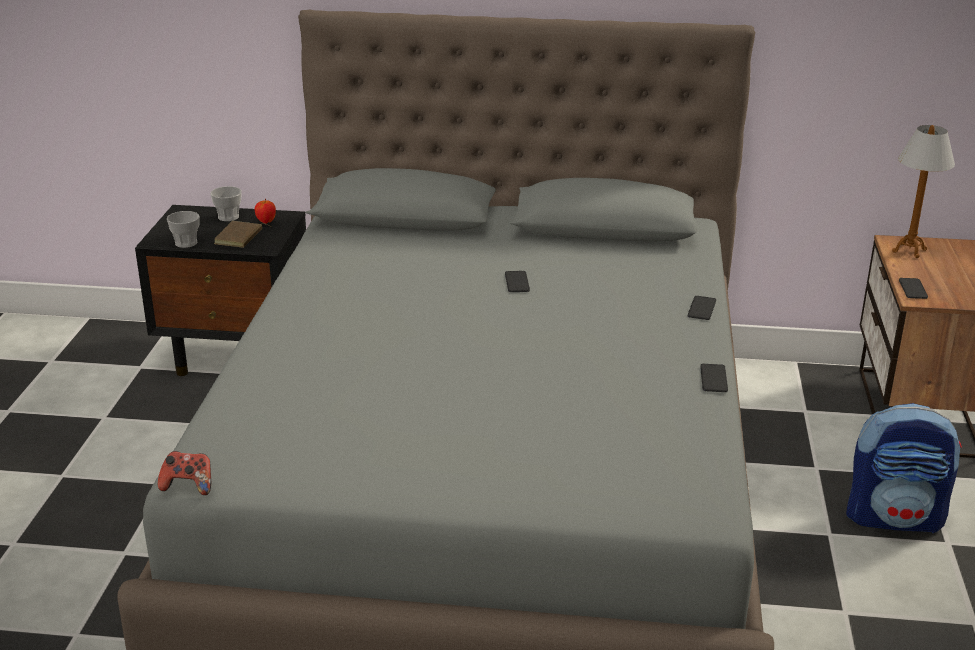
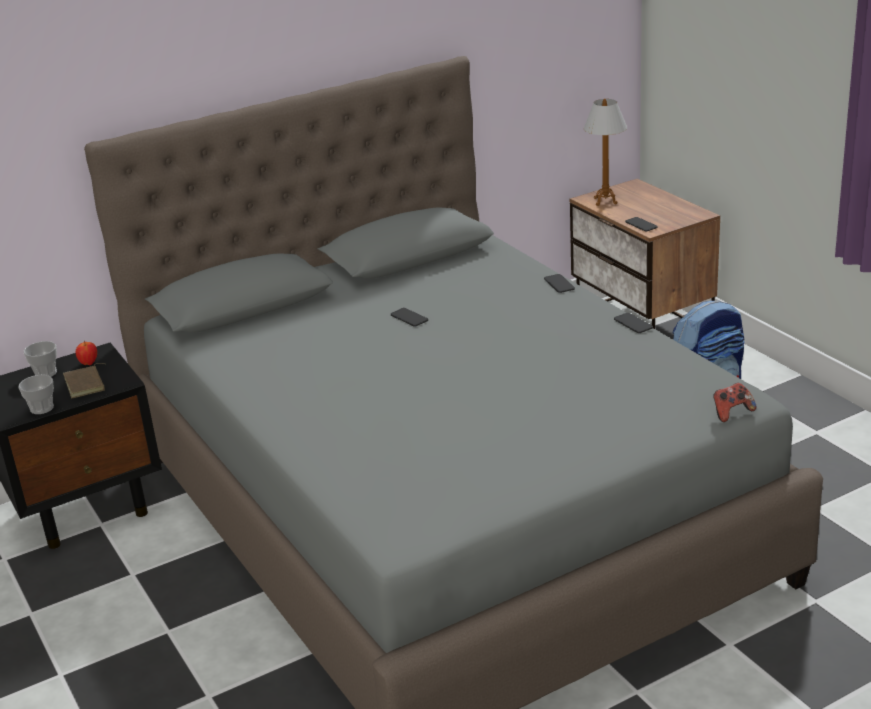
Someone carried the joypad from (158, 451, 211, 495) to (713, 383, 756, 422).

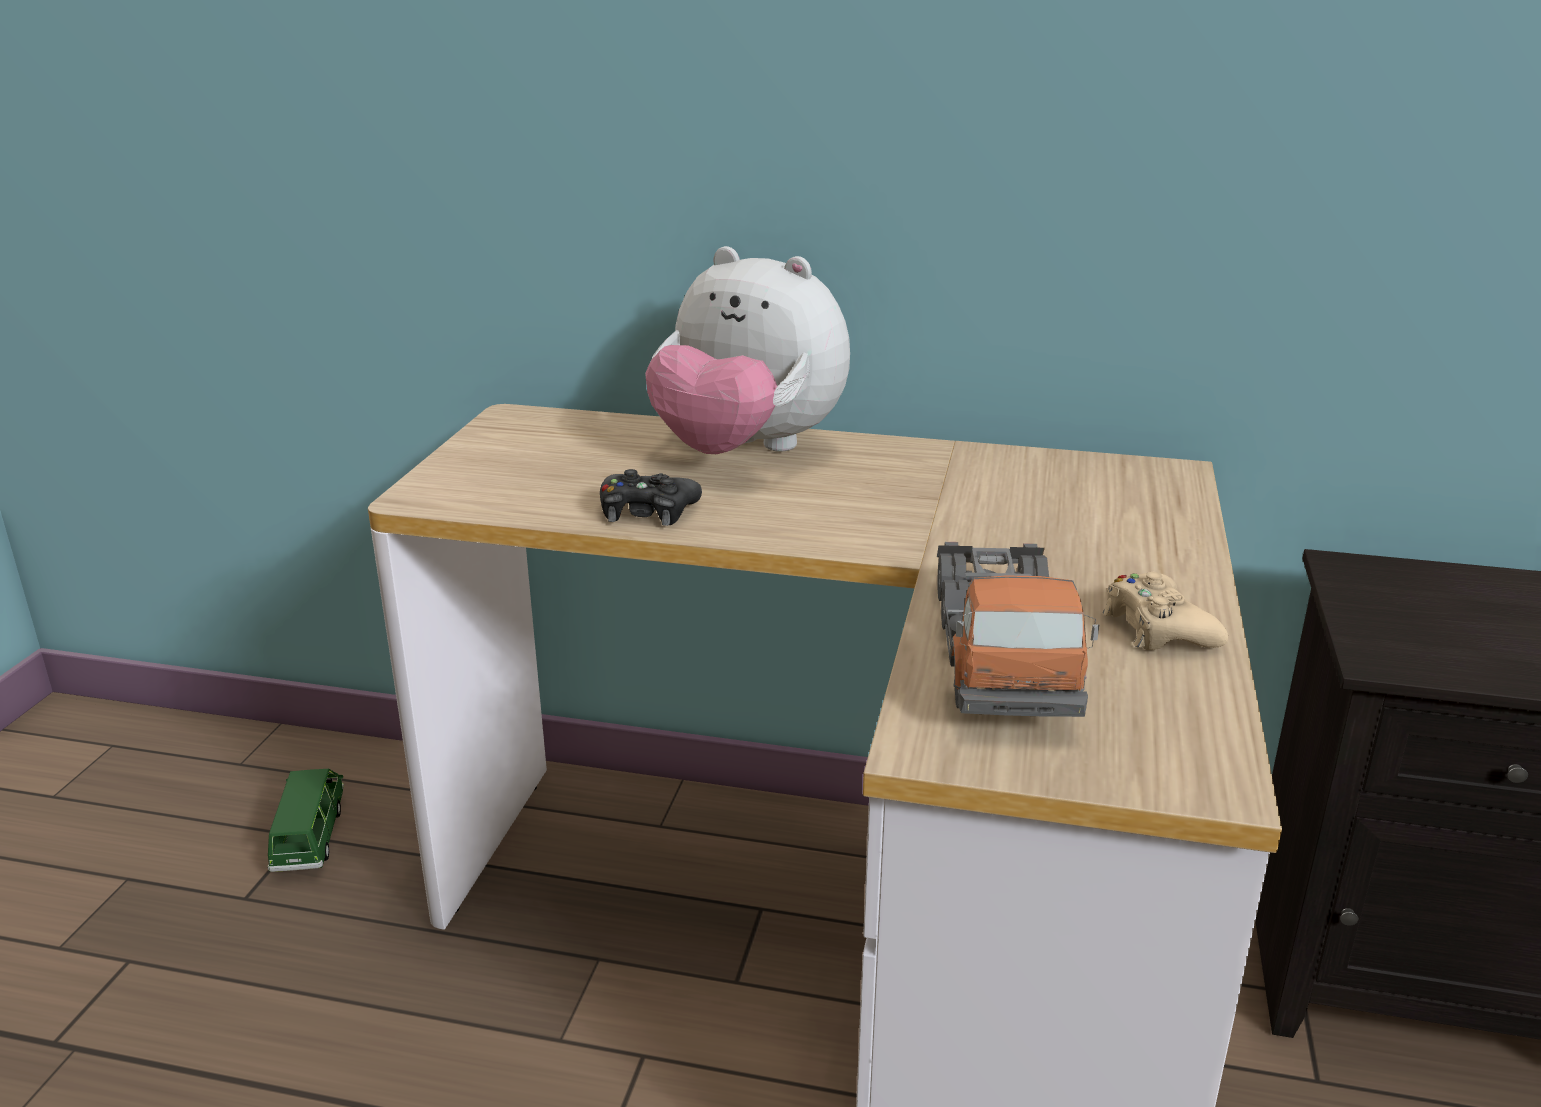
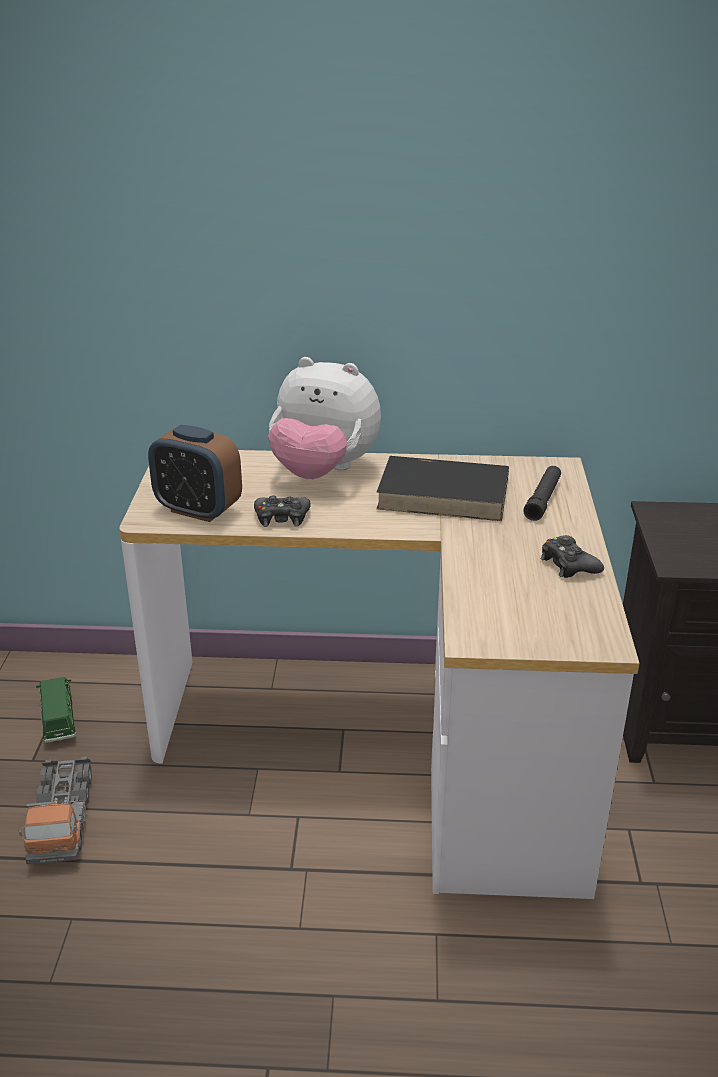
Someone put down the table_clock at (148, 425, 242, 522). Someone put down the black-coloured_volume at (376, 456, 509, 521). Someone put down the black-coloured_hand_torch at (523, 466, 561, 521). Someone carried the toy_truck from (937, 542, 1100, 717) to (19, 757, 92, 864). Someone repainted the beige-coloured_joypad at (1103, 572, 1228, 650), which became the black-coloured_joypad at (540, 535, 604, 578).

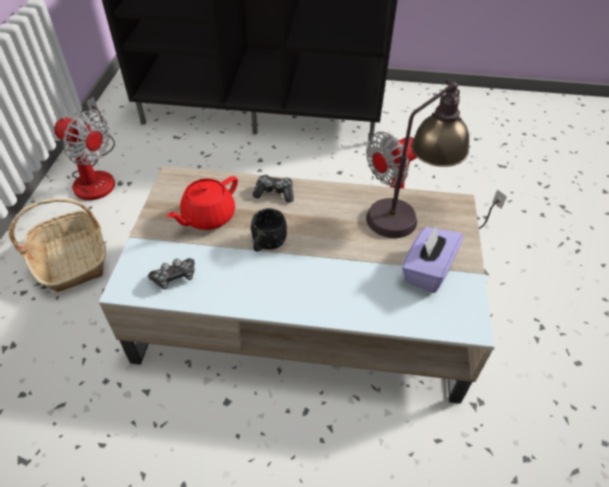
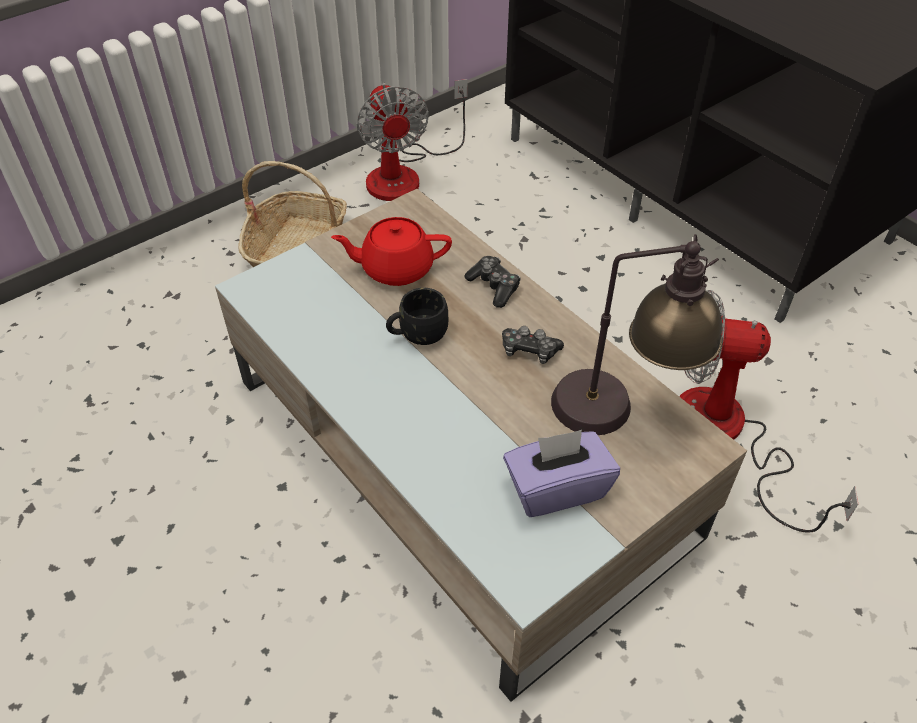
Someone carried the joypad from (148, 258, 195, 289) to (502, 326, 564, 364).

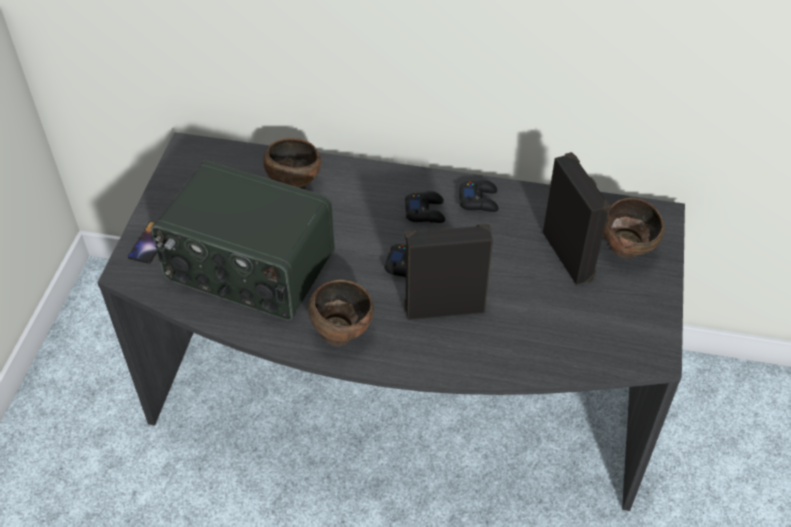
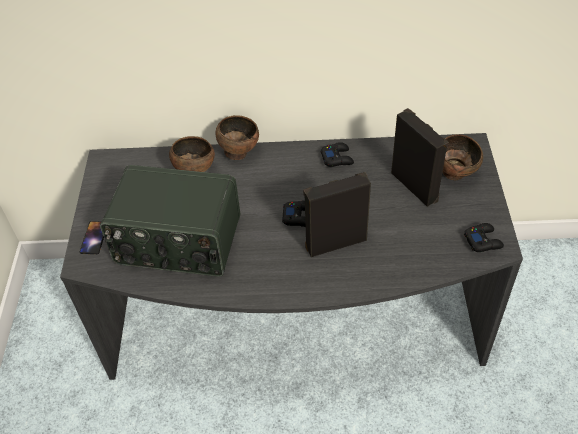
Someone carried the brown-coloured_bowl from (309, 280, 374, 346) to (216, 115, 259, 160). Someone carried the black-coloured_joypad from (405, 191, 445, 223) to (464, 223, 504, 252).

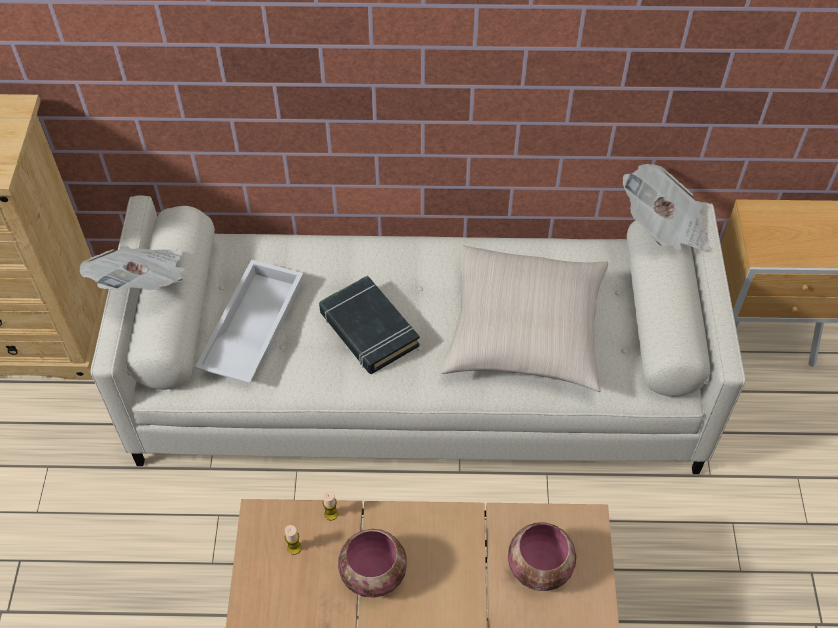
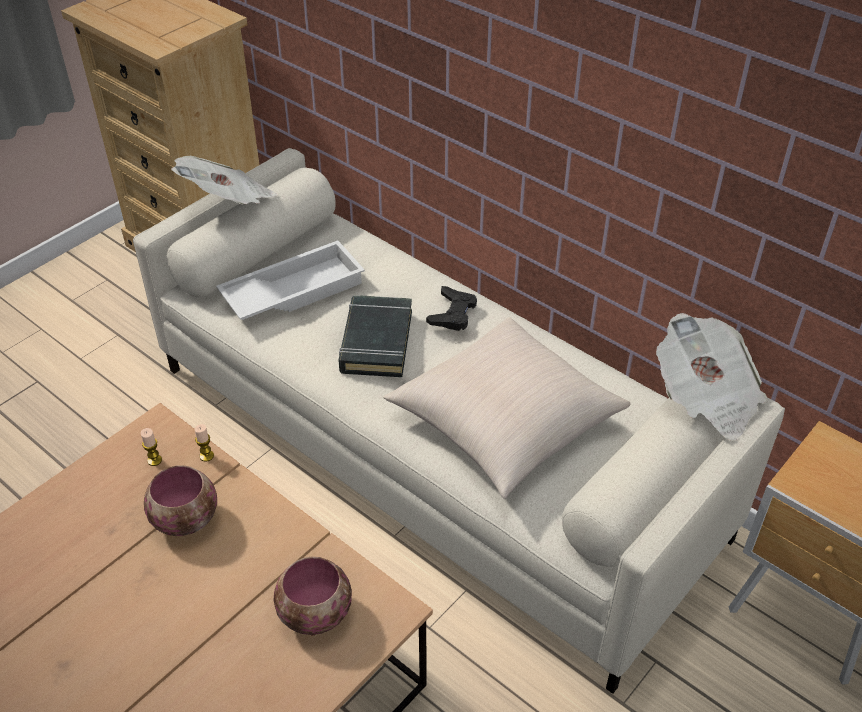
Someone put down the black-coloured_joypad at (426, 286, 477, 331).

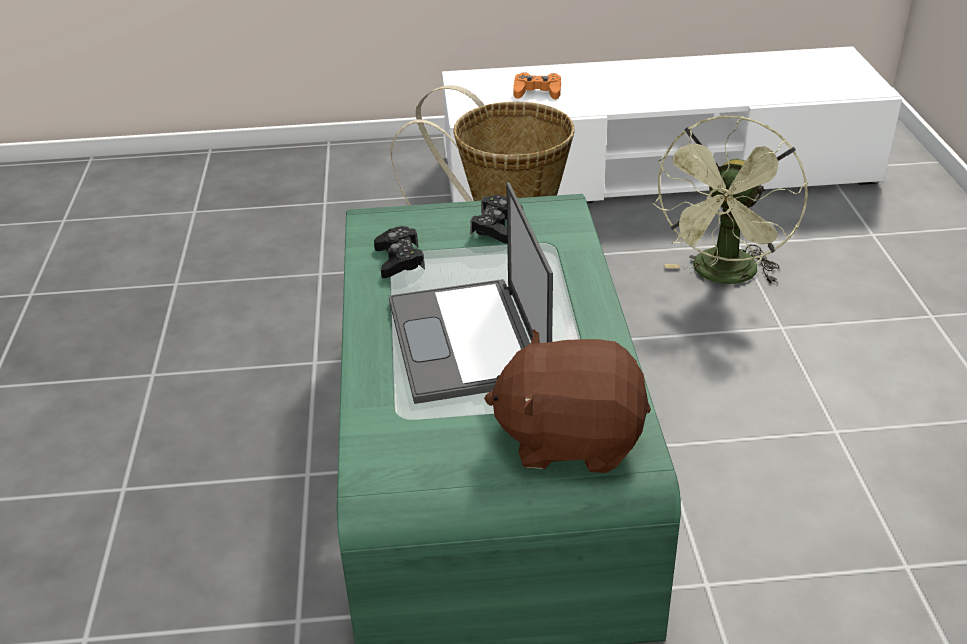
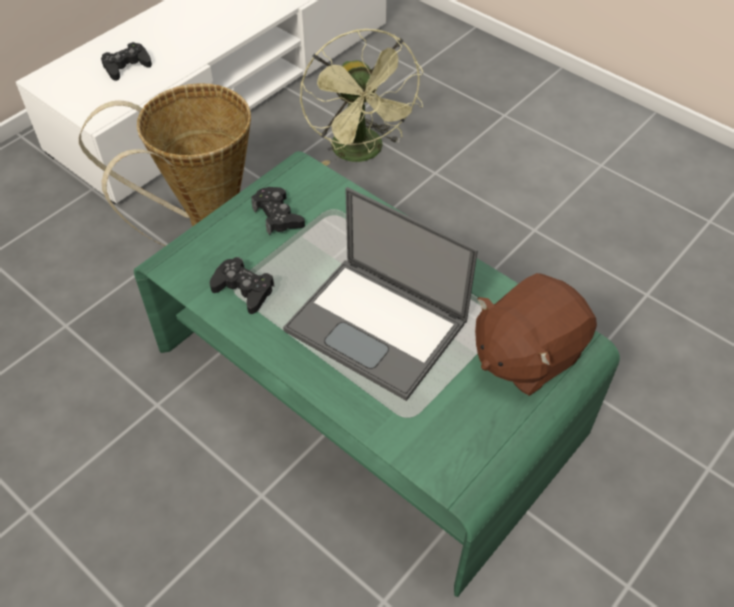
Someone repainted the orange_joypad at (513, 73, 561, 100), which became the black-coloured_joypad at (101, 42, 152, 81).

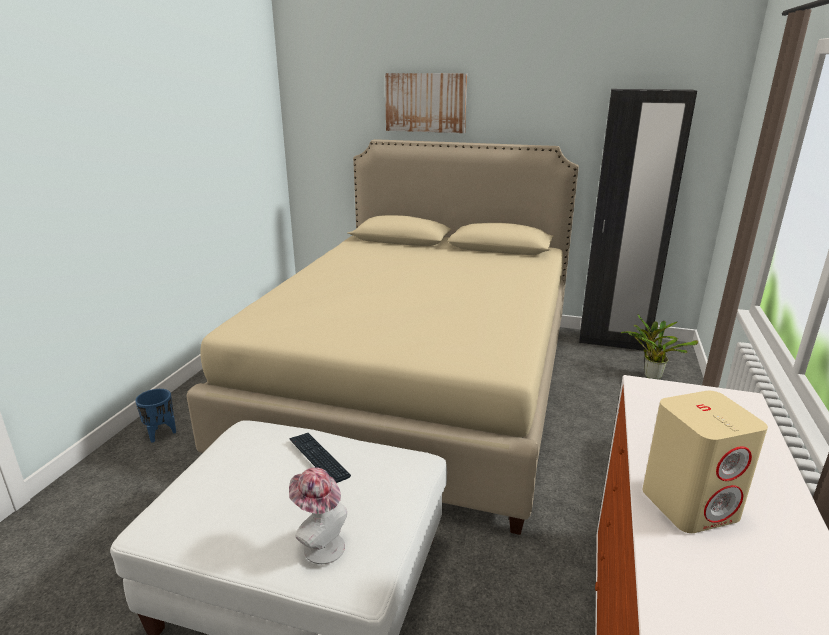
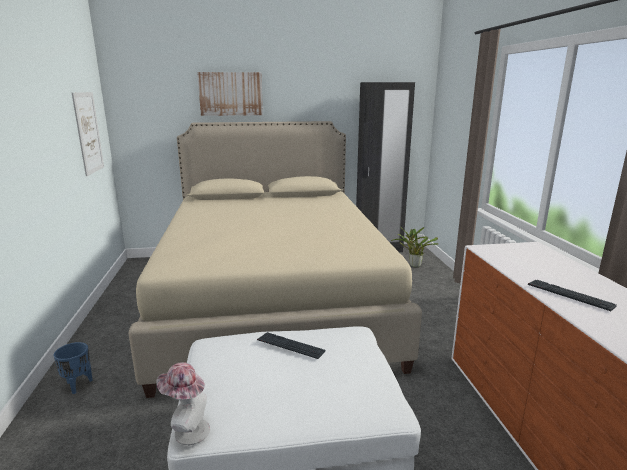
Someone put up the picture at (72, 92, 104, 176). Someone carried the wearable_hat from (289, 467, 347, 564) to (156, 362, 210, 445). Someone swapped the beige-coloured_audio_speaker at (642, 391, 768, 533) for the PC_keyboard at (528, 280, 617, 311).

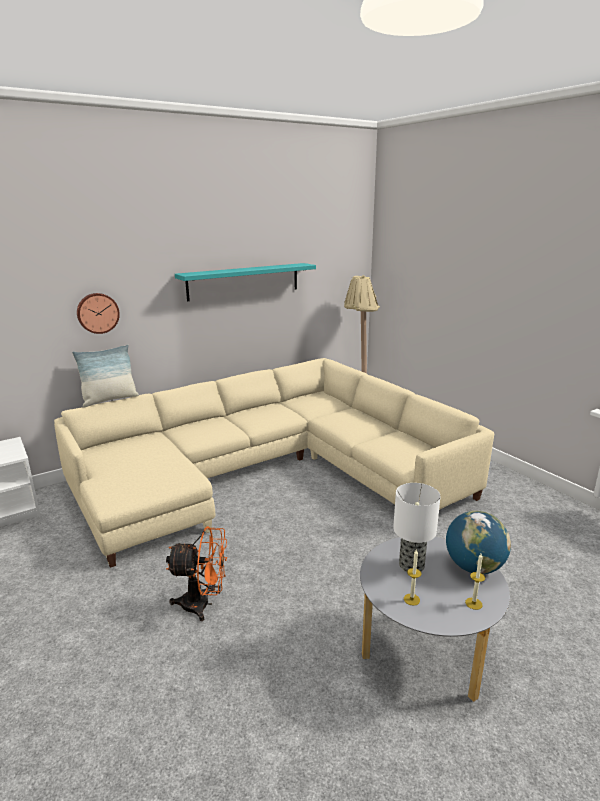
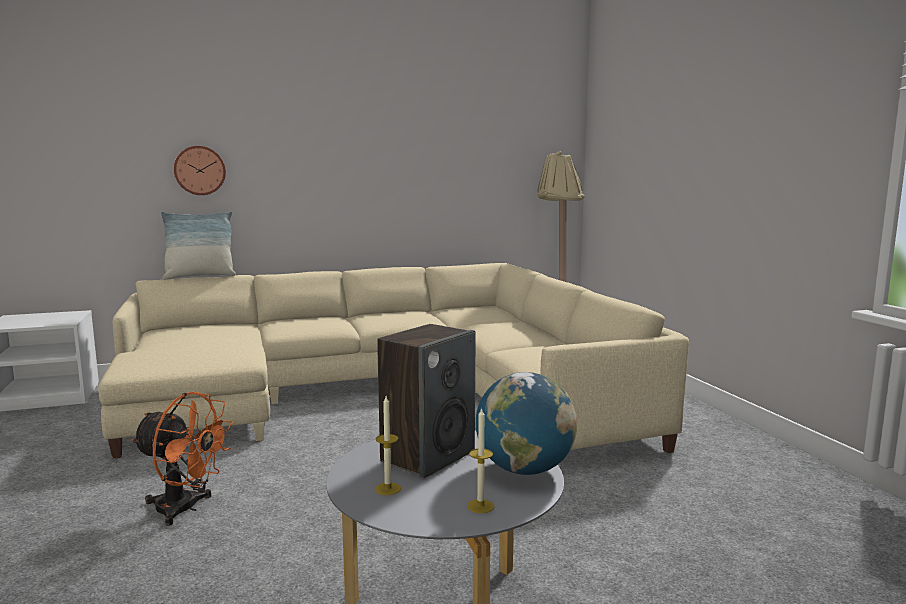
Someone took away the turquoise_shelf at (175, 263, 316, 302). Someone swapped the table_lamp at (393, 483, 441, 572) for the audio_speaker at (377, 324, 475, 478).

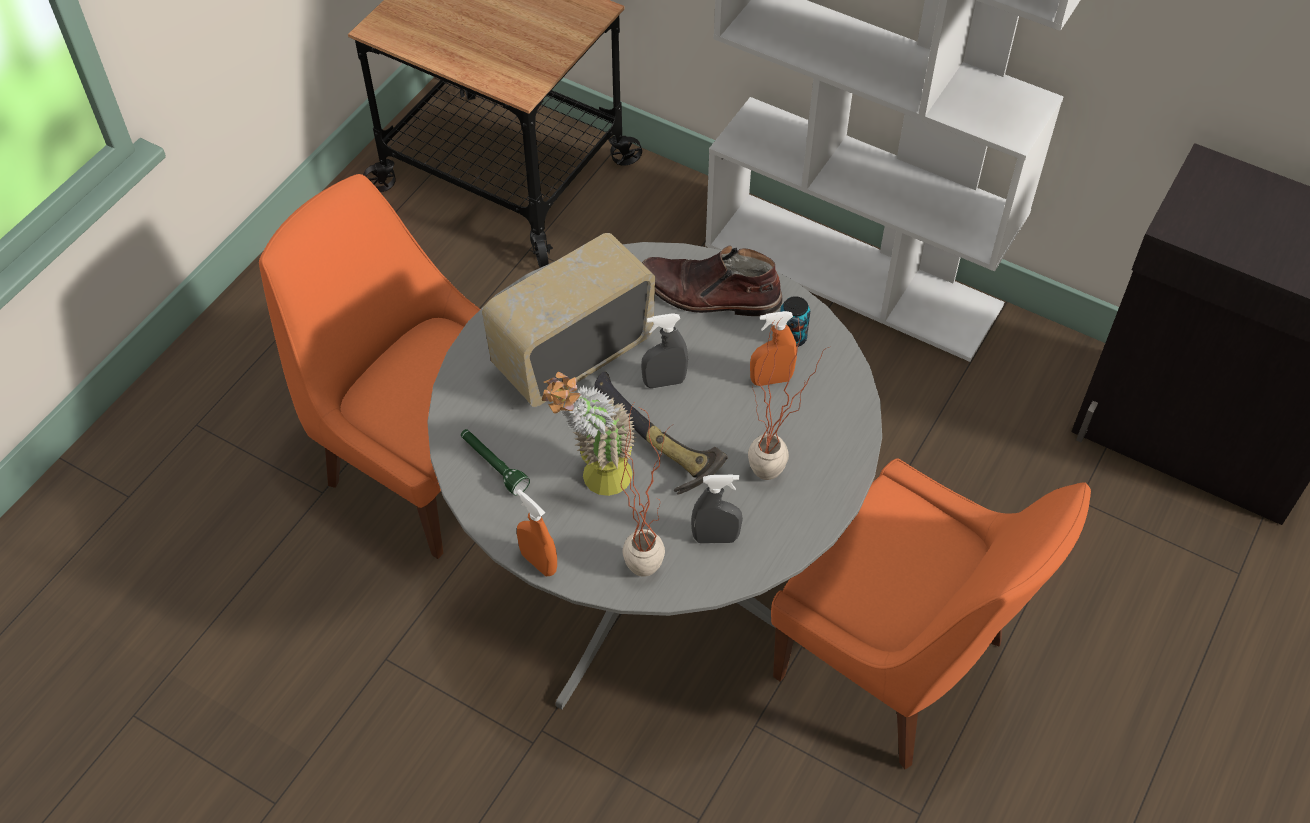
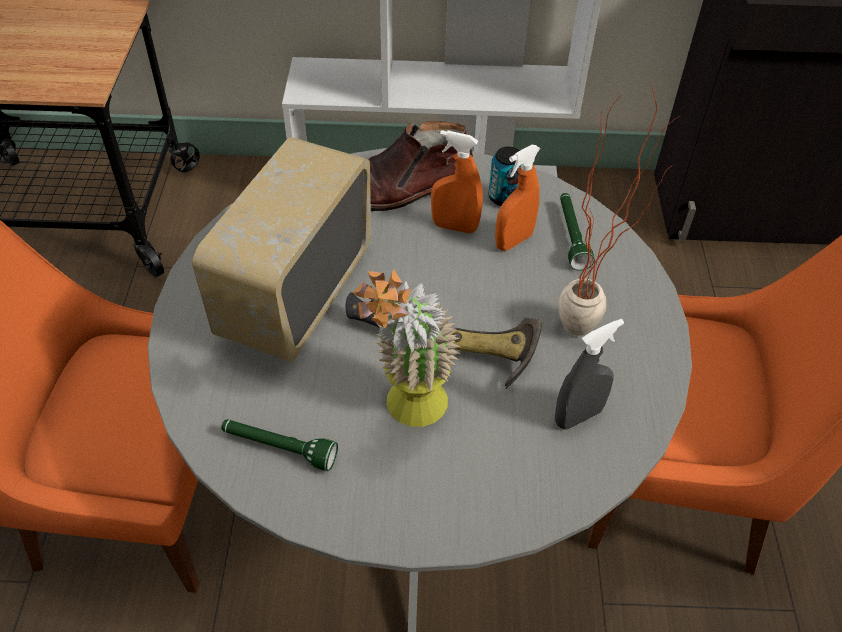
Someone took away the potted_plant at (621, 401, 674, 577). Someone took away the greyish_spray_bottle at (641, 313, 688, 388). Someone put down the green-coloured_hand_torch at (560, 193, 595, 271). Someone carried the orange_spray_bottle from (516, 489, 557, 576) to (431, 130, 483, 234).

